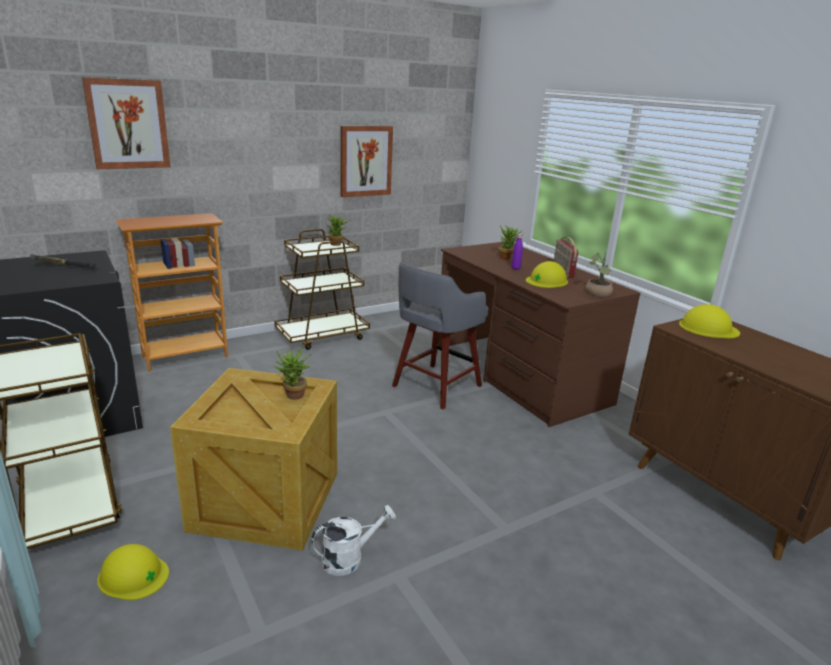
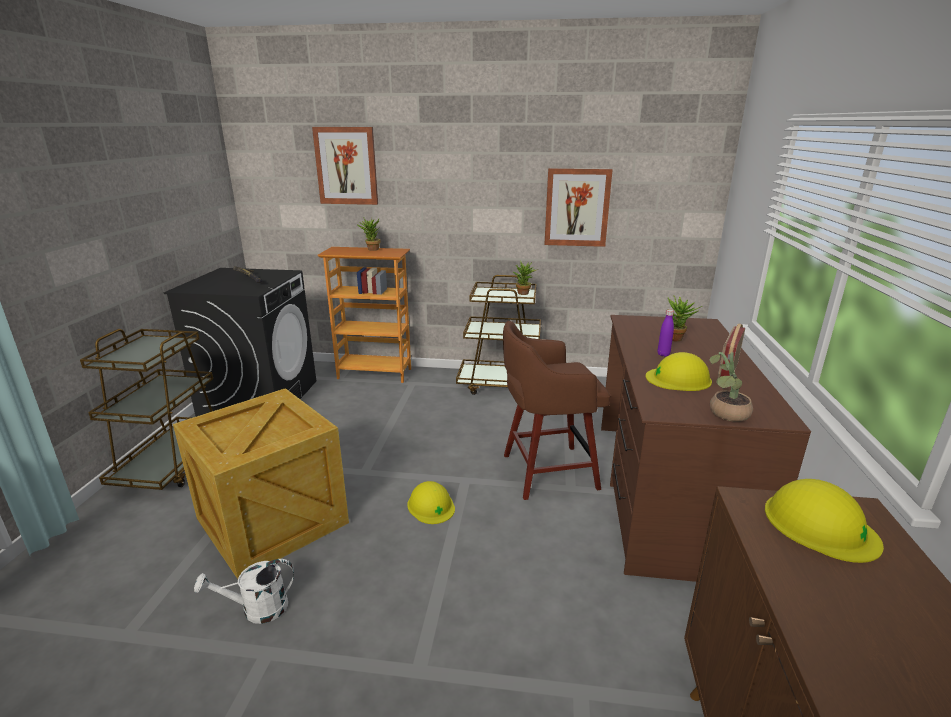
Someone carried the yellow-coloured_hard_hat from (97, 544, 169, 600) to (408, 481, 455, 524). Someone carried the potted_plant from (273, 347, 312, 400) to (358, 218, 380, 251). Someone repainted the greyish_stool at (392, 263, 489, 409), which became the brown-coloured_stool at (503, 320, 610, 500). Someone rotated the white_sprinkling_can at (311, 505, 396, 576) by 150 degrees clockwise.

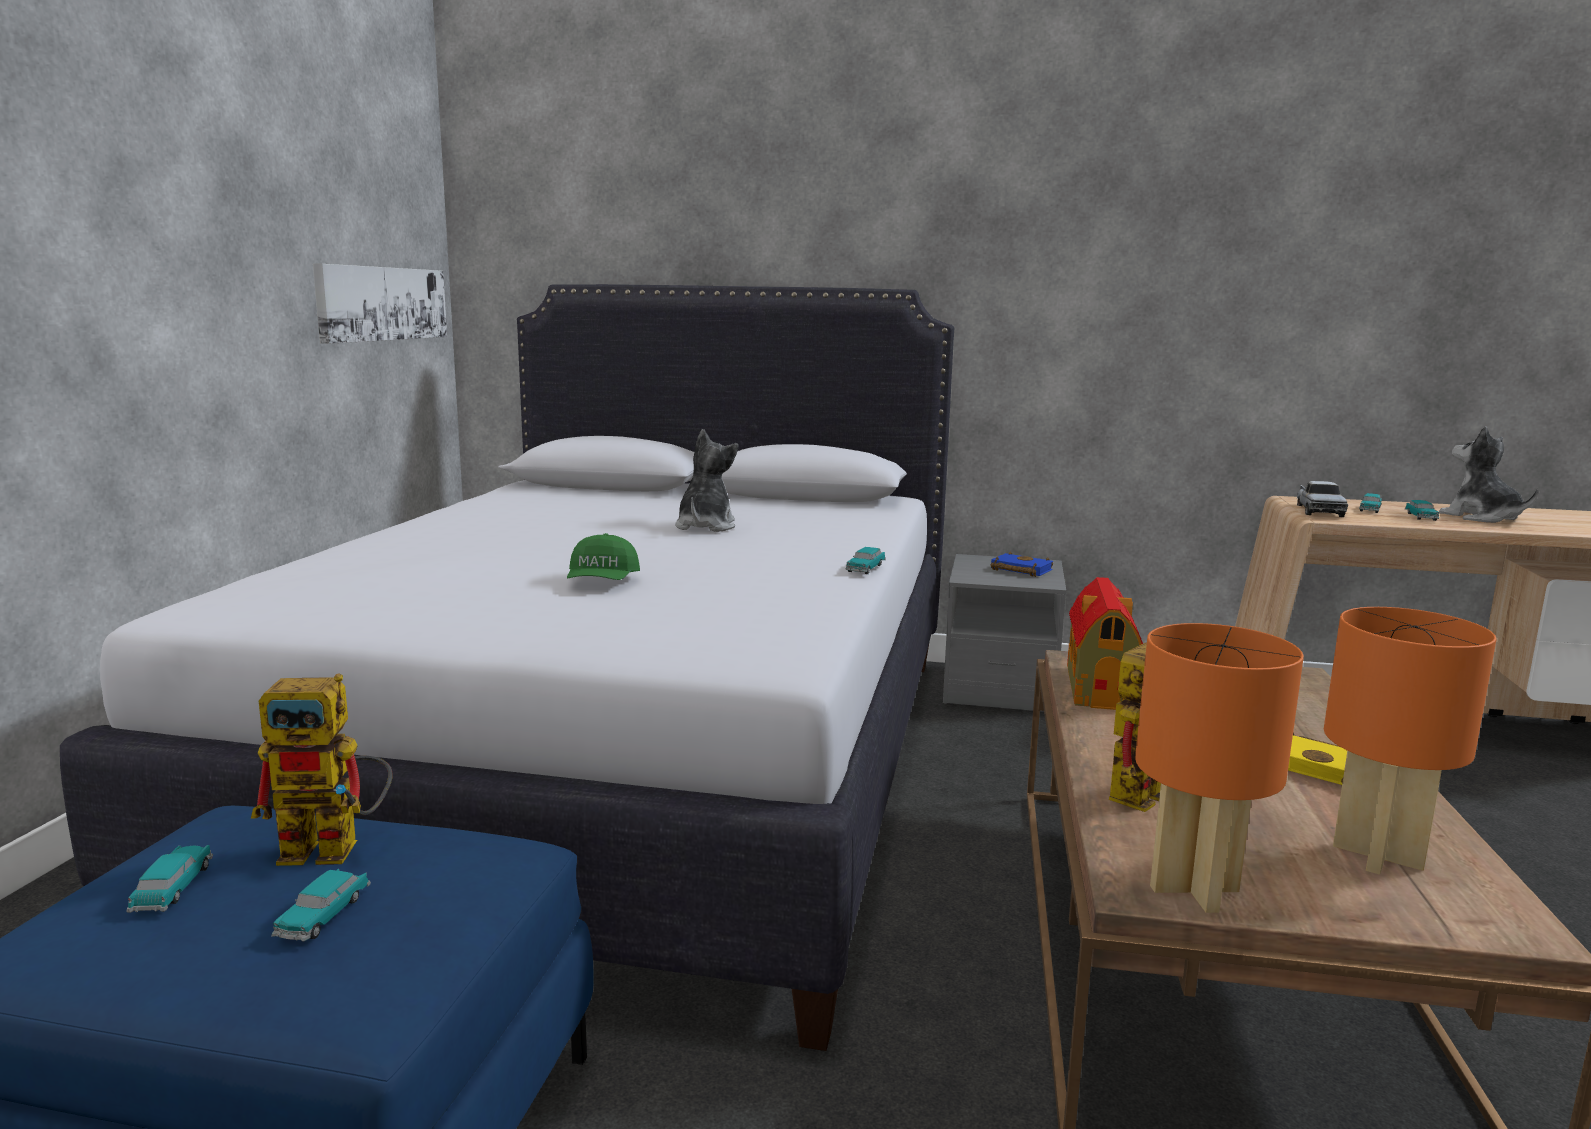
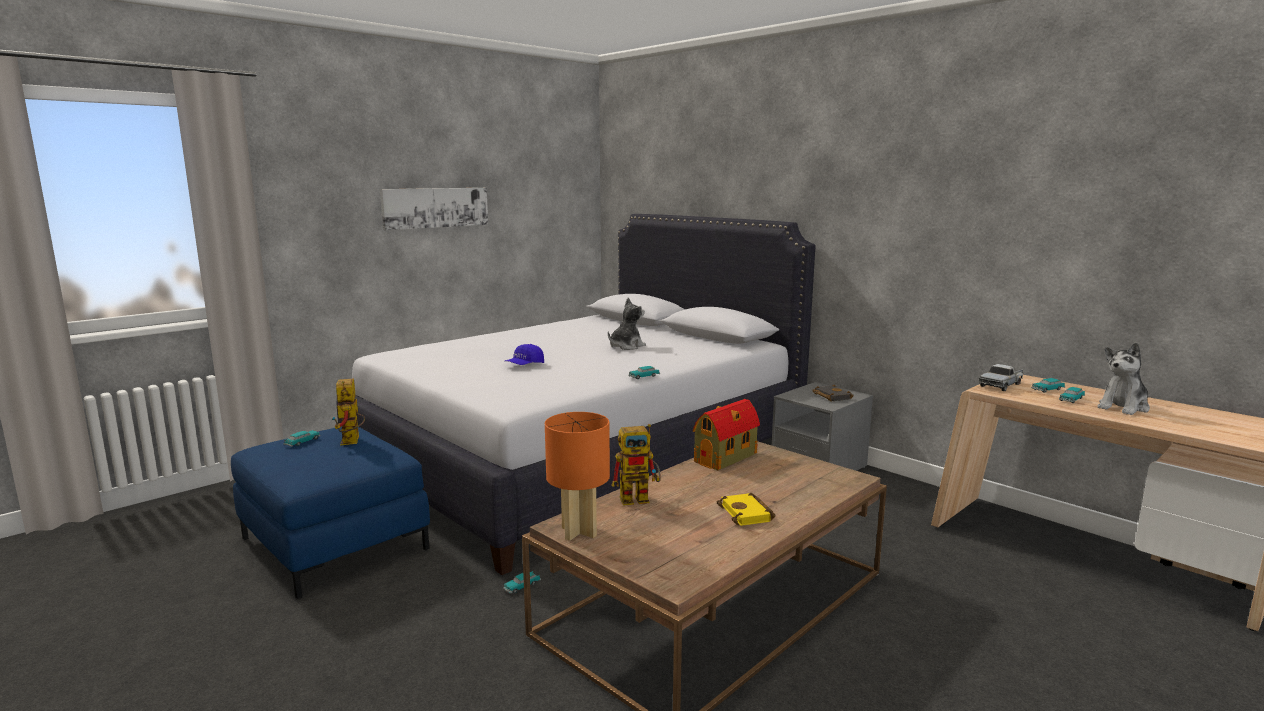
Someone took away the orange_table_lamp at (1324, 607, 1496, 875). Someone carried the miniature_car from (271, 869, 371, 941) to (503, 571, 541, 594). Someone carried the picture from (313, 264, 447, 344) to (380, 188, 488, 230). Someone repainted the green-coloured_peaked_cap at (567, 533, 640, 580), which became the blue_peaked_cap at (505, 344, 544, 365). Someone repainted the blue_volume at (991, 551, 1053, 577), which became the black-coloured_volume at (812, 384, 854, 402). Someone rotated the model_robot at (251, 674, 393, 866) by 45 degrees clockwise. Someone rotated the plush_toy at (1439, 426, 1539, 523) by 135 degrees counterclockwise.

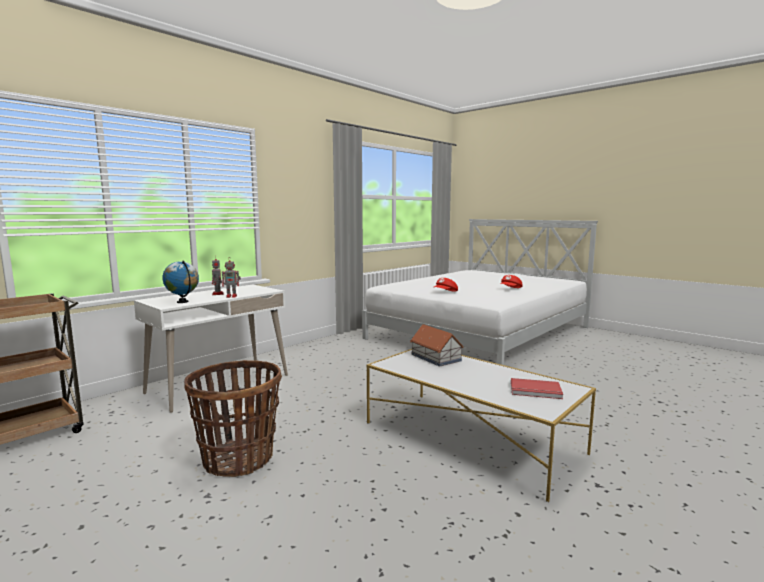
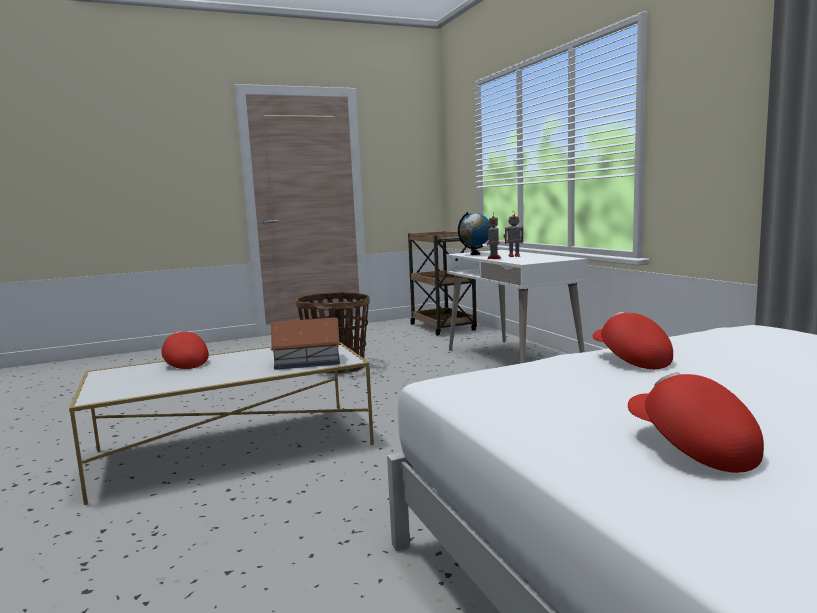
Someone took away the red_volume at (511, 378, 563, 399). Someone put down the red_peaked_cap at (162, 331, 209, 369).

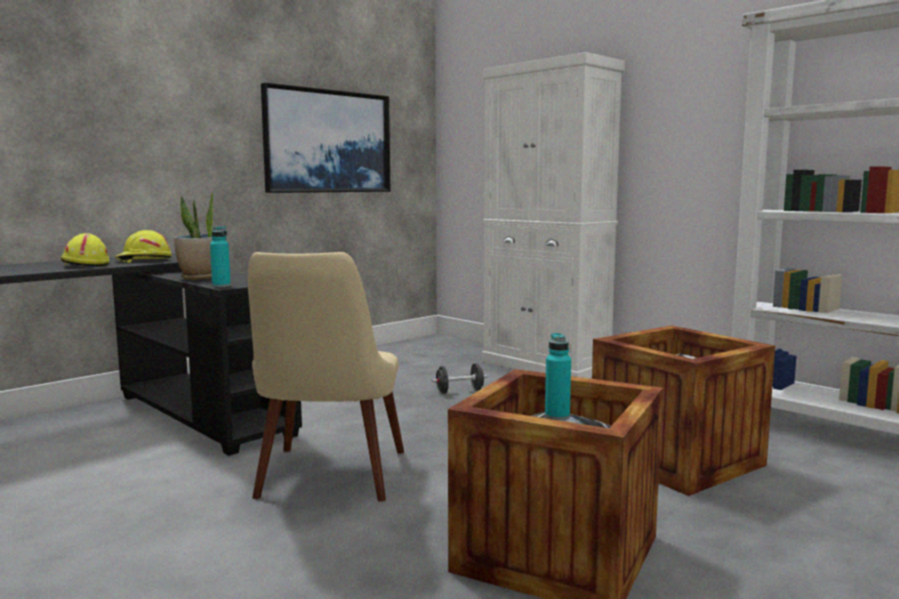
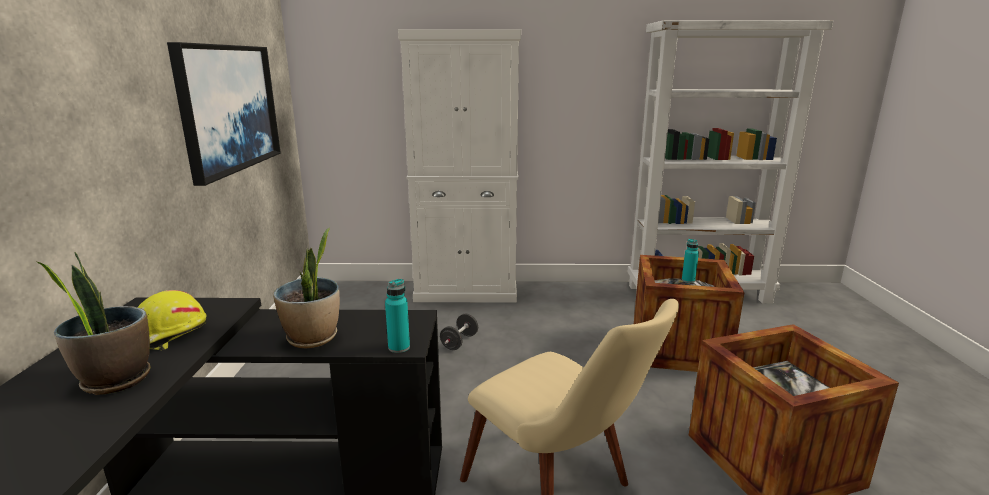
Someone carried the turquoise_beverage_bottle from (545, 333, 571, 420) to (682, 239, 699, 283). Someone swapped the yellow-coloured_hard_hat at (61, 233, 110, 266) for the potted_plant at (37, 252, 151, 395).

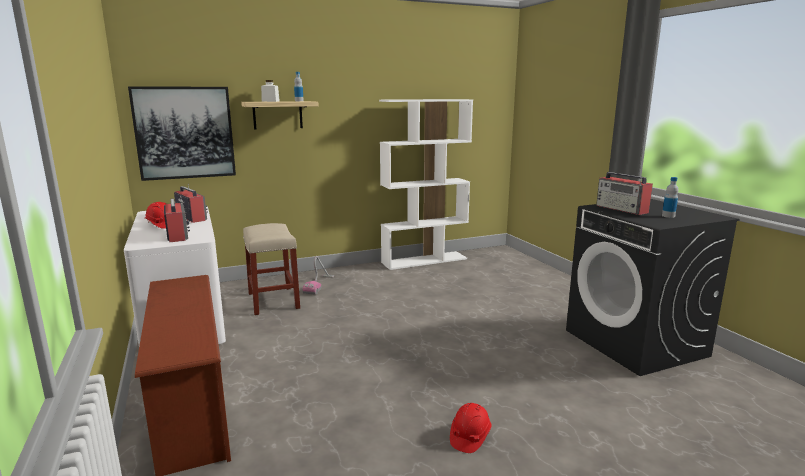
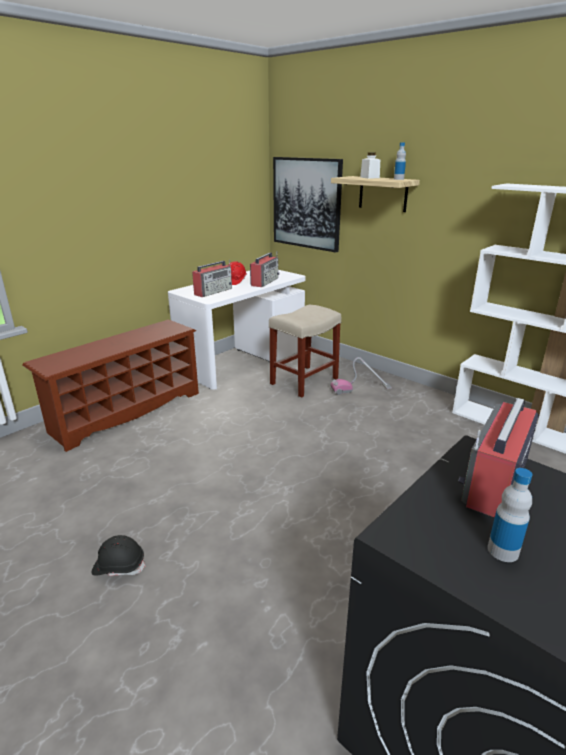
Someone repainted the red_hard_hat at (450, 403, 492, 453), which became the black-coloured_hard_hat at (92, 535, 146, 576).

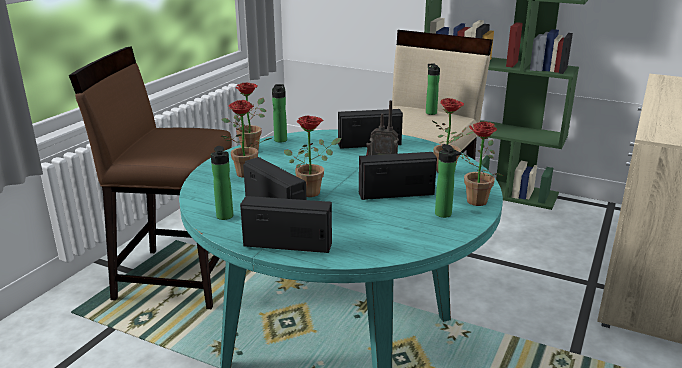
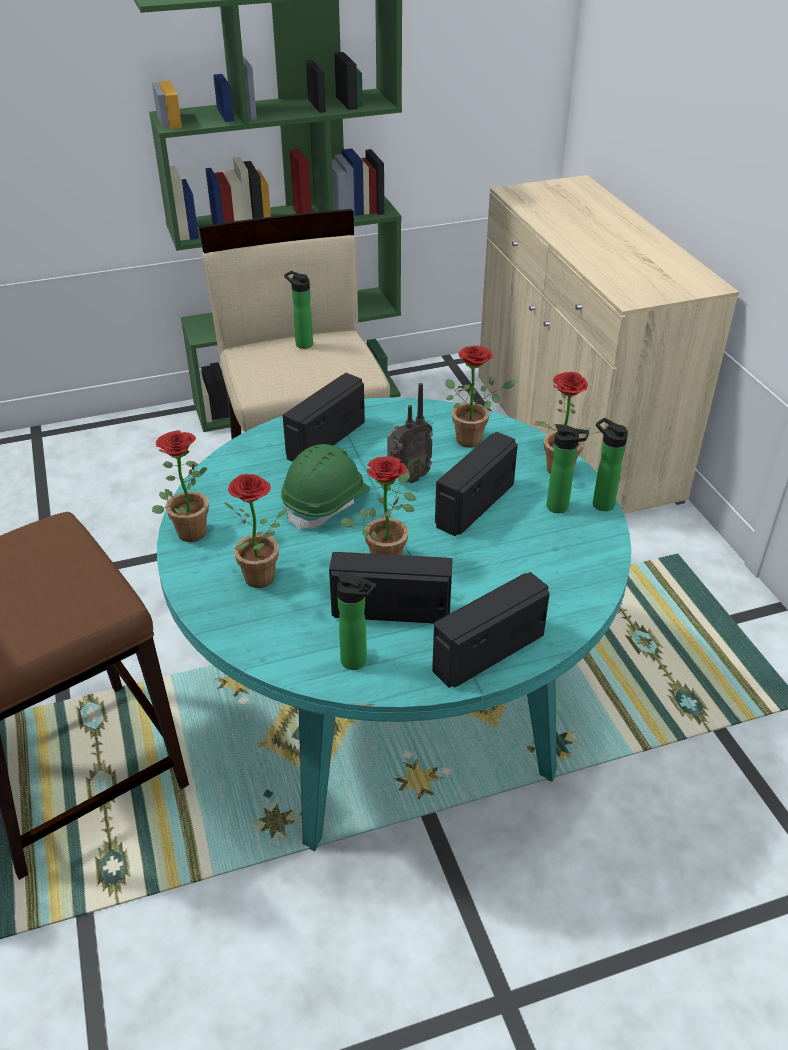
Someone put down the green-coloured_hard_hat at (281, 444, 370, 531). Someone carried the beverage_bottle from (272, 84, 287, 143) to (593, 418, 628, 511).

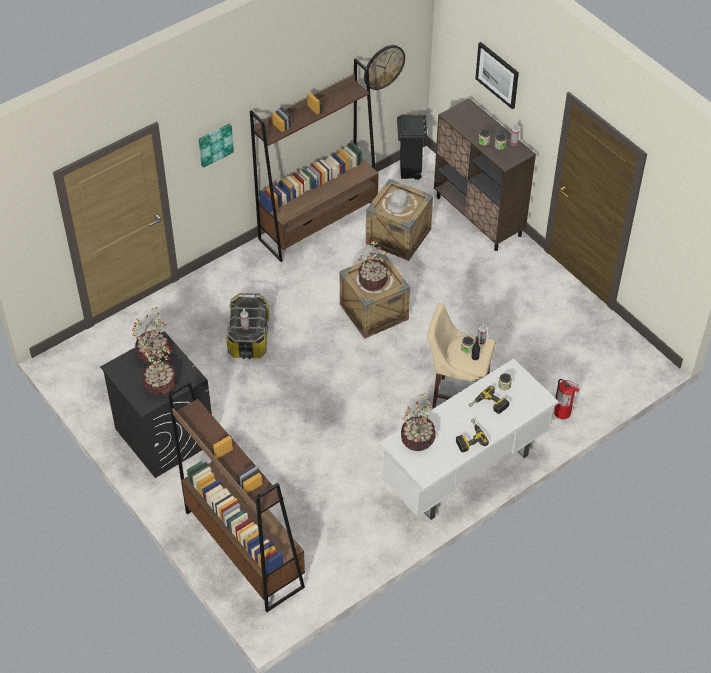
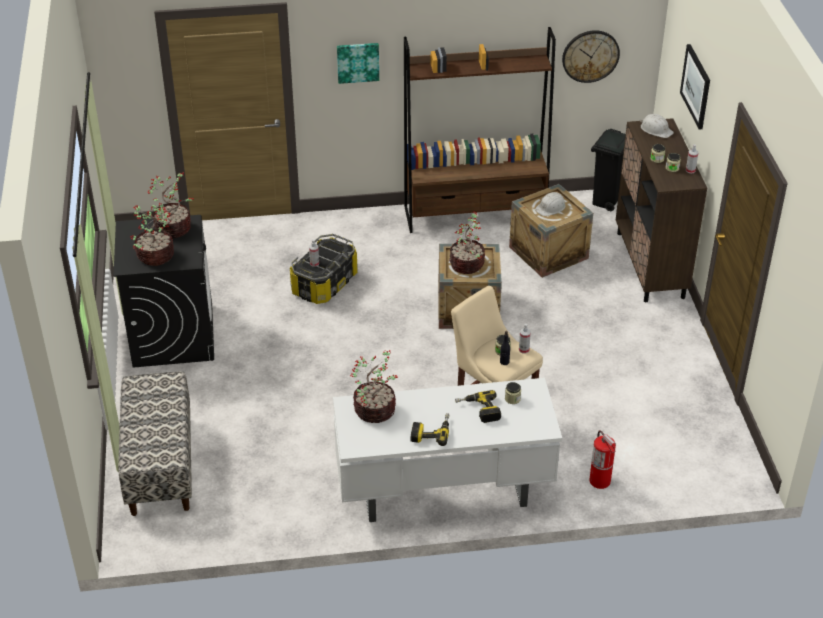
Someone put down the white_hard_hat at (640, 114, 674, 138). Someone swapped the brown-coloured_bookcase at (168, 381, 305, 612) for the long_seat at (118, 371, 192, 516).

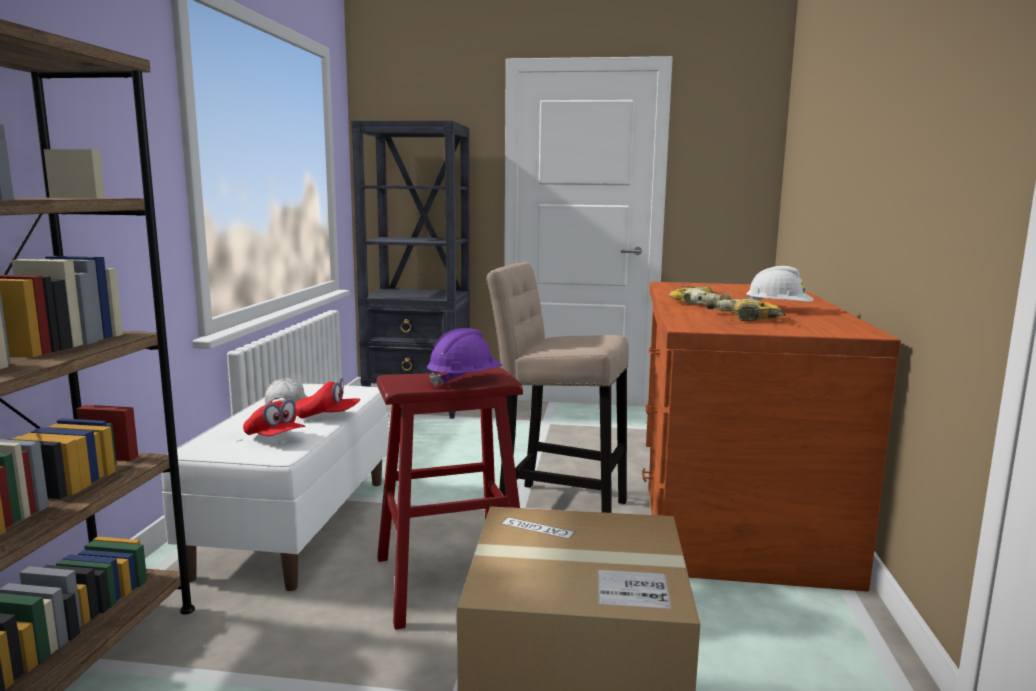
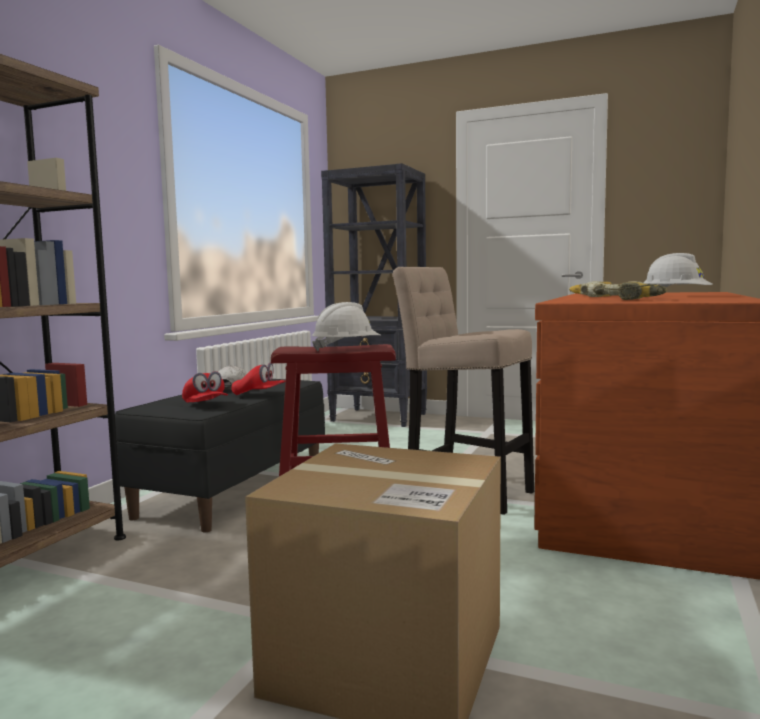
Someone repainted the white_long_seat at (162, 384, 389, 591), which became the black-coloured_long_seat at (115, 379, 325, 532). Someone repainted the purple_hard_hat at (427, 328, 502, 387), which became the white_hard_hat at (312, 302, 380, 351).

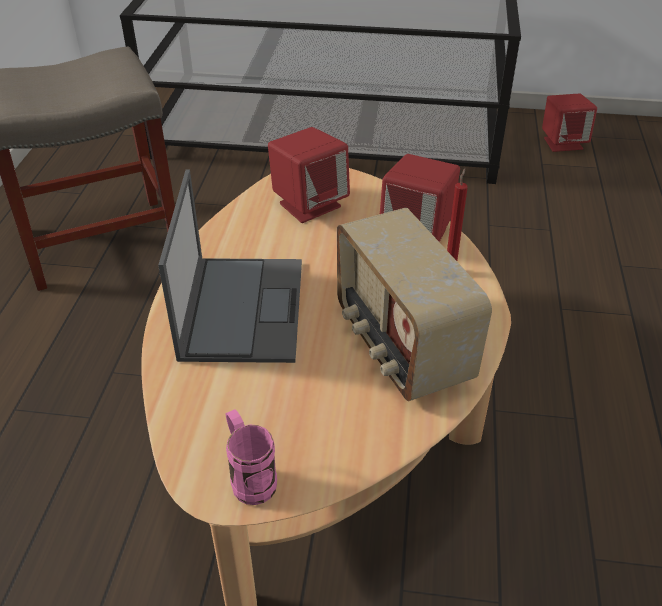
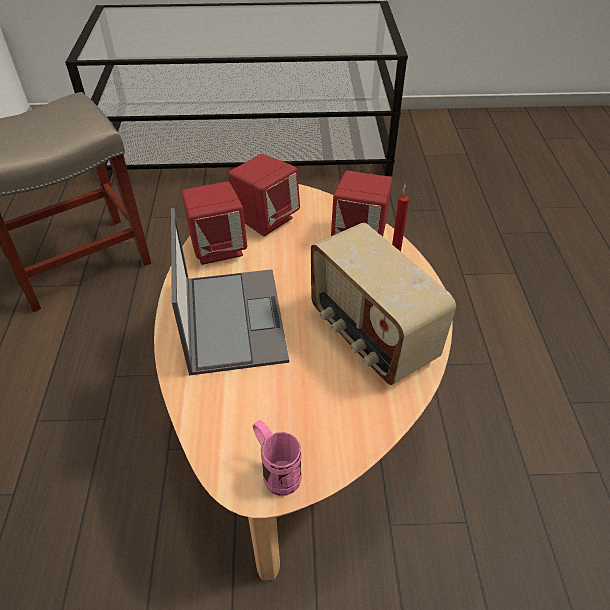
Someone carried the red_audio_speaker from (542, 93, 597, 152) to (182, 181, 247, 265).

